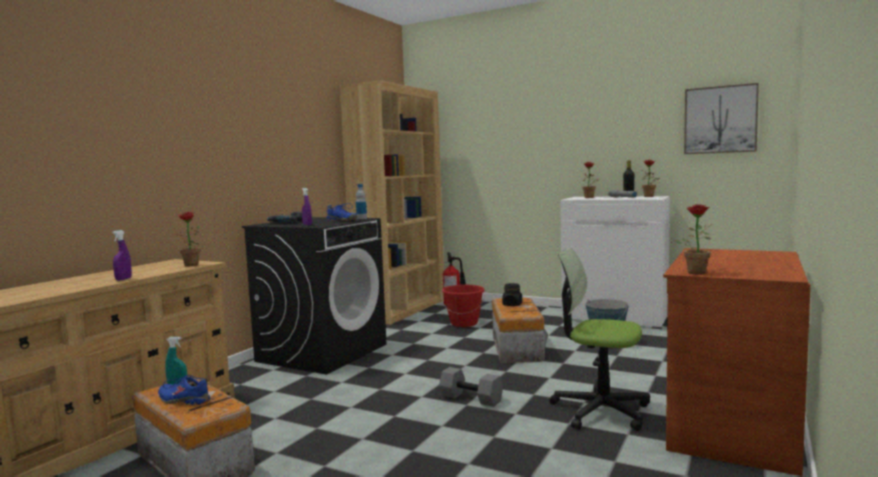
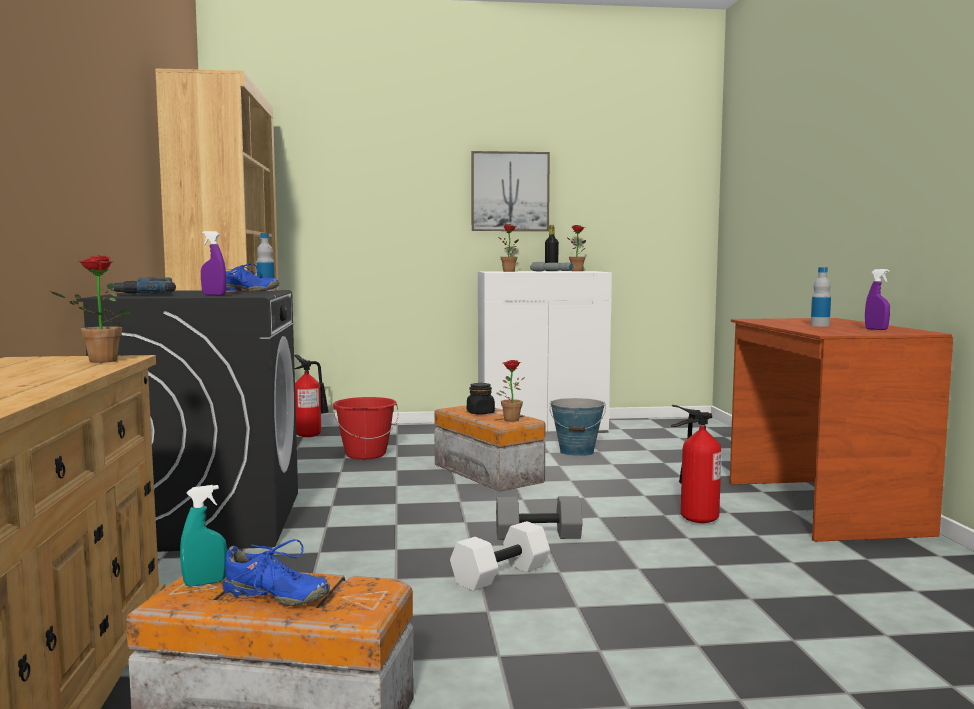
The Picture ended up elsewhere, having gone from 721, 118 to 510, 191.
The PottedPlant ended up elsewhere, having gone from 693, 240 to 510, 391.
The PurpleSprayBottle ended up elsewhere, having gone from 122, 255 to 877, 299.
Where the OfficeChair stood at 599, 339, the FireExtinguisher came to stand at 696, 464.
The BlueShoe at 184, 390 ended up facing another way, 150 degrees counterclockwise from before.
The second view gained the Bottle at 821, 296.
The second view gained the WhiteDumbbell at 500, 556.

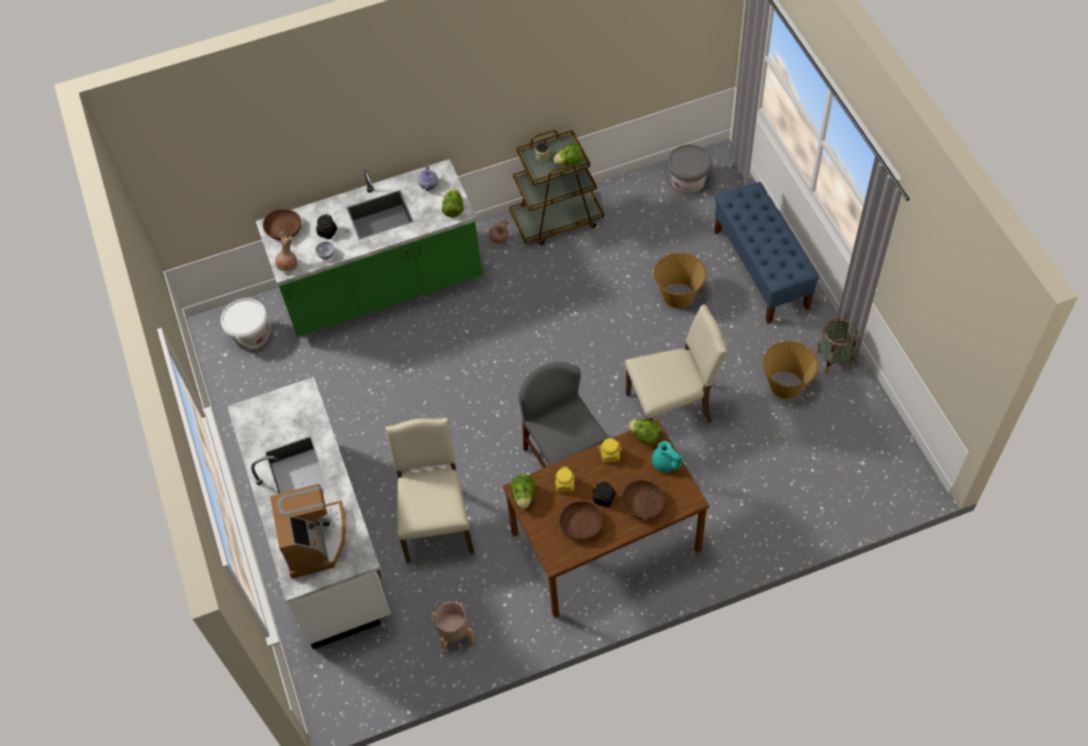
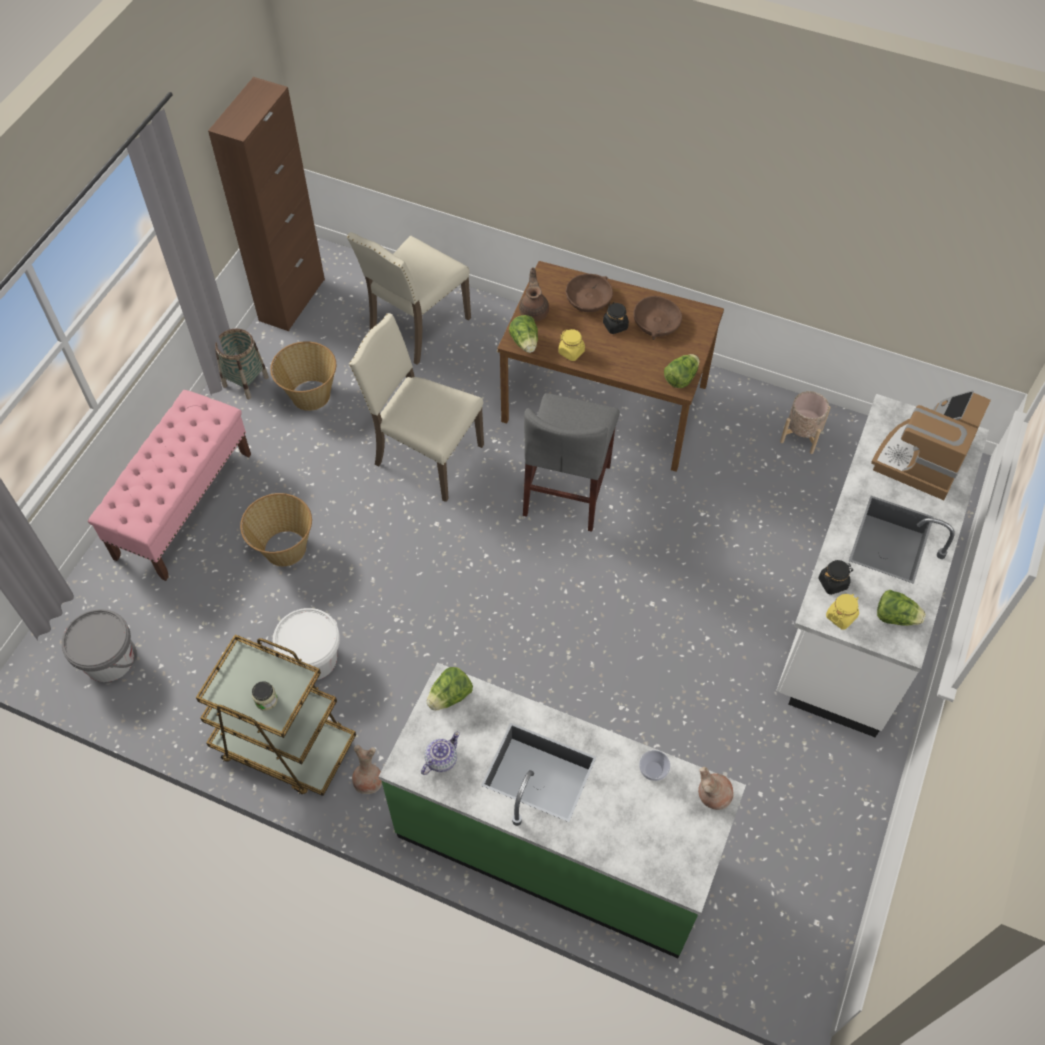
The Lettuce ended up elsewhere, having gone from 568, 154 to 901, 607.
What was the BlueBench at 766, 253 turned into the PinkBench at 169, 485.
The second view lost the BrownBowl at 282, 224.
The BlackJar ended up elsewhere, having gone from 326, 226 to 835, 577.
The WhiteBucket ended up elsewhere, having gone from 246, 324 to 306, 644.
The BeigeChair ended up elsewhere, having gone from 429, 490 to 409, 298.
What was the TurquoiseTeapot at 667, 456 turned into the BrownTeapot at 534, 294.
The YellowJar ended up elsewhere, having gone from 565, 479 to 842, 611.
The second view gained the BrownCabinet at 266, 204.

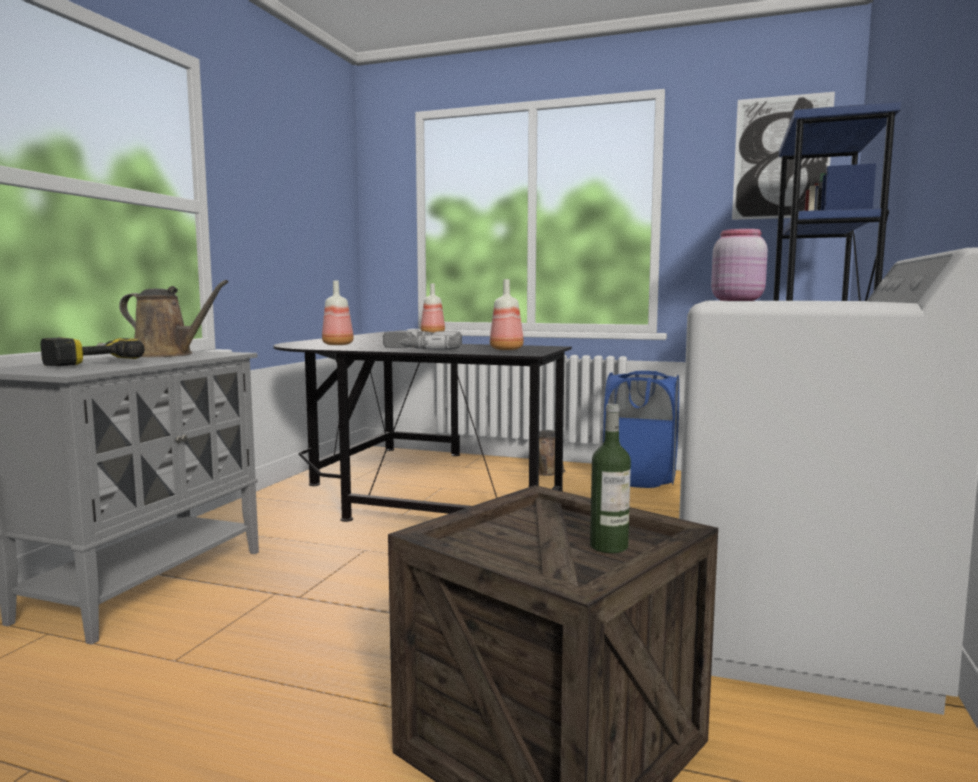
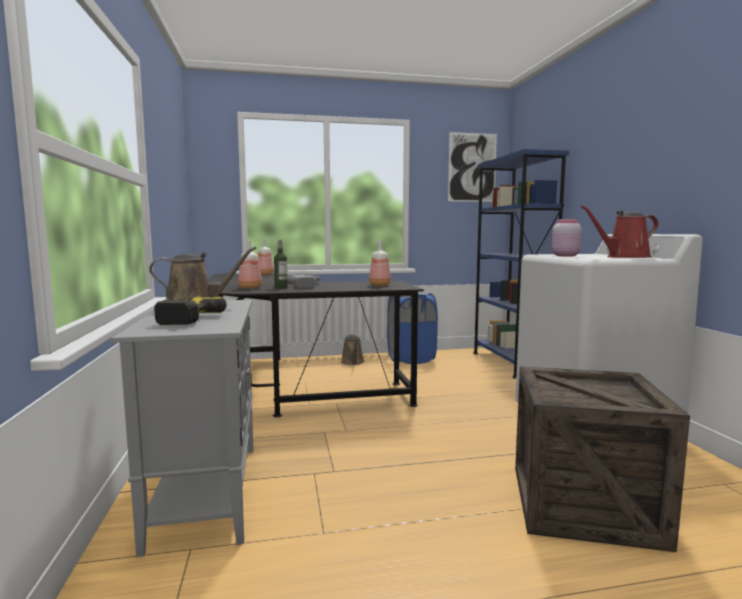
The second view lost the PowerDrill at 430, 340.
The Bottle ended up elsewhere, having gone from 610, 478 to 281, 264.
The second view gained the RedWateringCan at 620, 231.

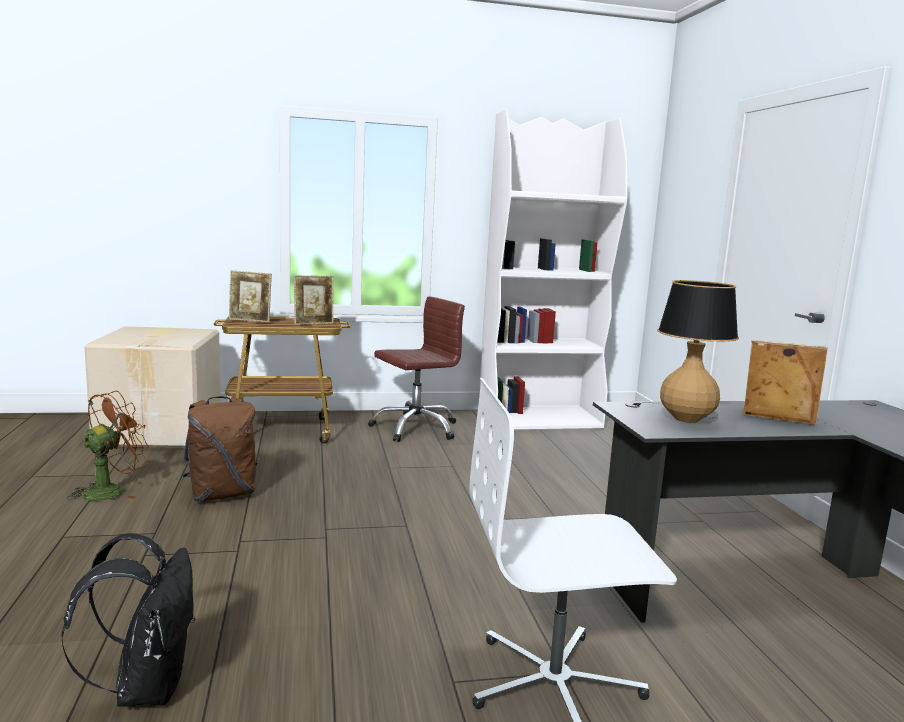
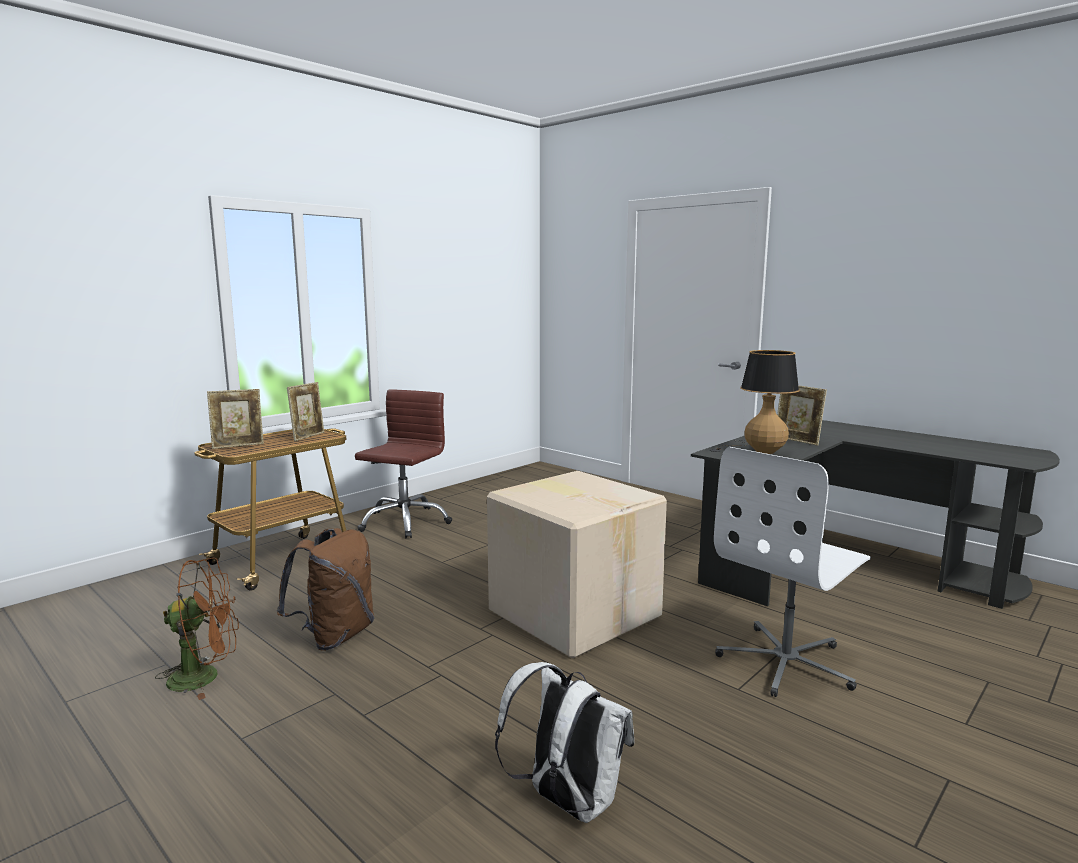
The second view lost the WhiteBookcase at 552, 269.
The CardboardBox ended up elsewhere, having gone from 152, 387 to 577, 565.
The PictureFrame at 785, 383 ended up facing another way, 120 degrees counterclockwise from before.
The BrownFan at 108, 446 ended up facing another way, 75 degrees clockwise from before.
What was the BlackBackpack at 128, 620 turned into the WhiteBackpack at 564, 742.

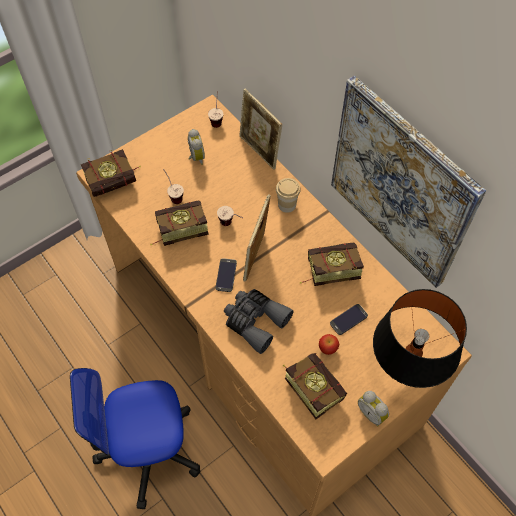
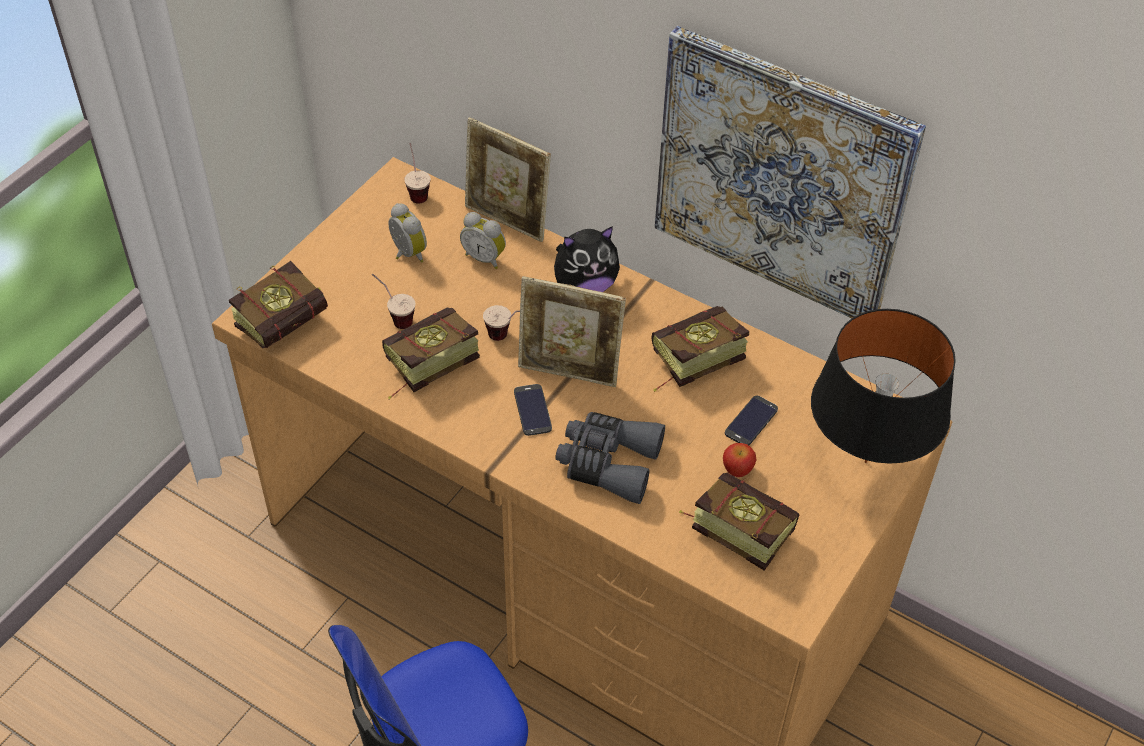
Where the Cup stood at 288, 195, the PlushToy came to stand at 587, 259.
The PictureFrame at 257, 237 ended up facing another way, 75 degrees counterclockwise from before.
The AlarmClock ended up elsewhere, having gone from 373, 409 to 483, 240.

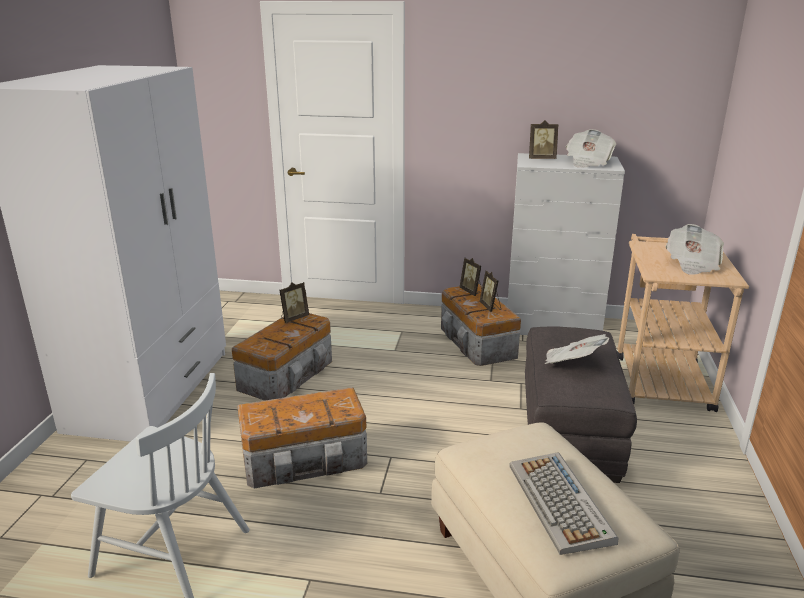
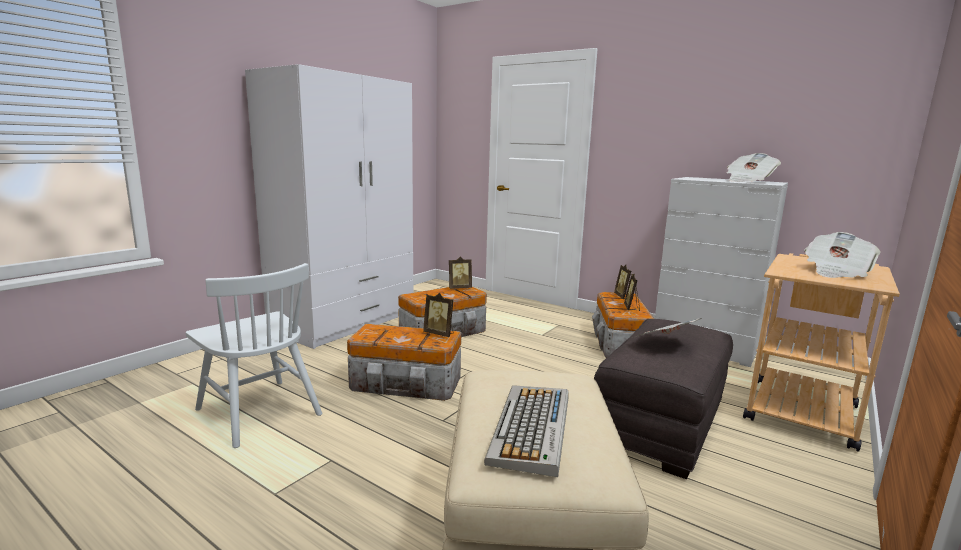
The PictureFrame ended up elsewhere, having gone from 544, 139 to 438, 315.

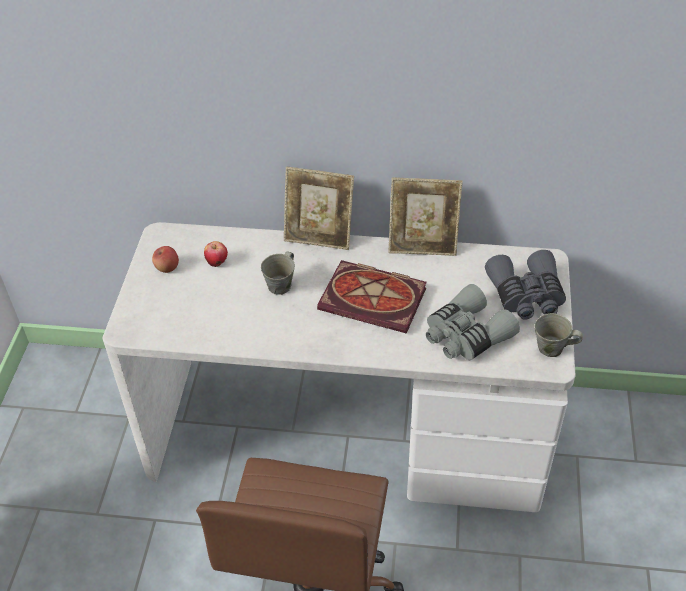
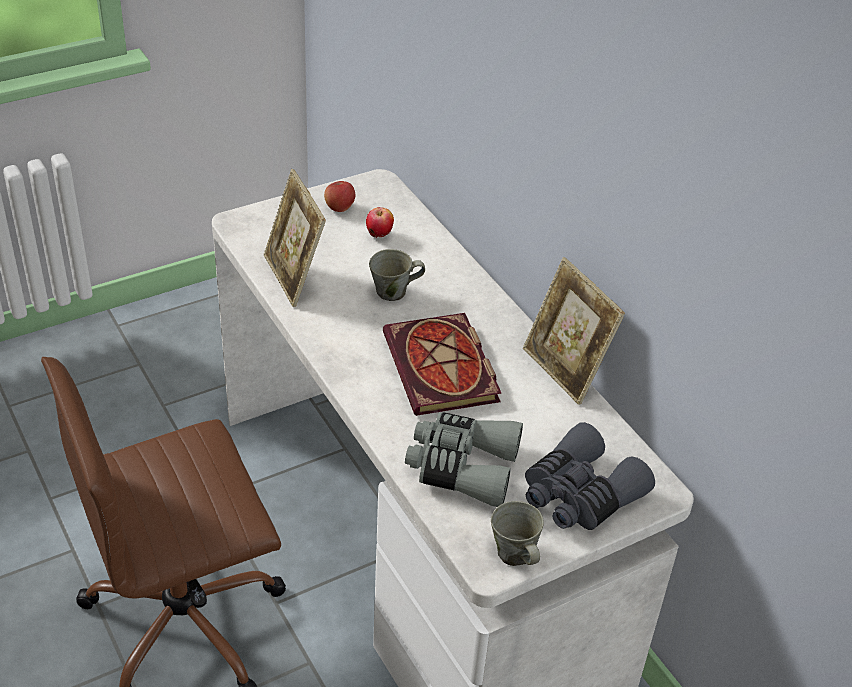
The PictureFrame ended up elsewhere, having gone from 319, 208 to 295, 238.

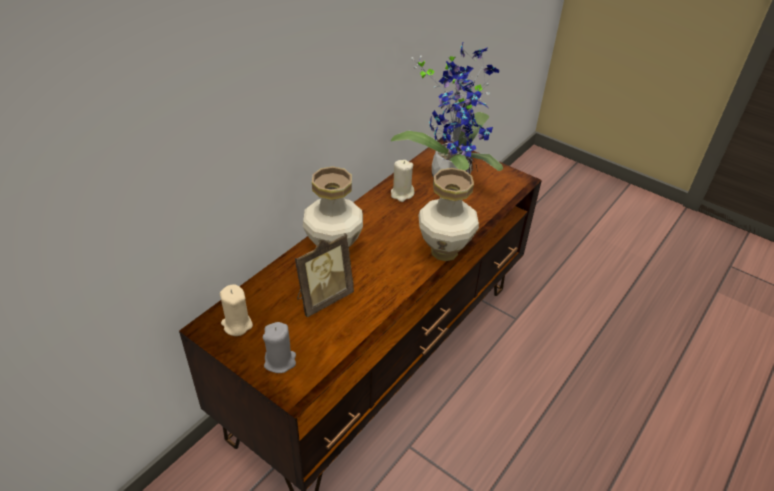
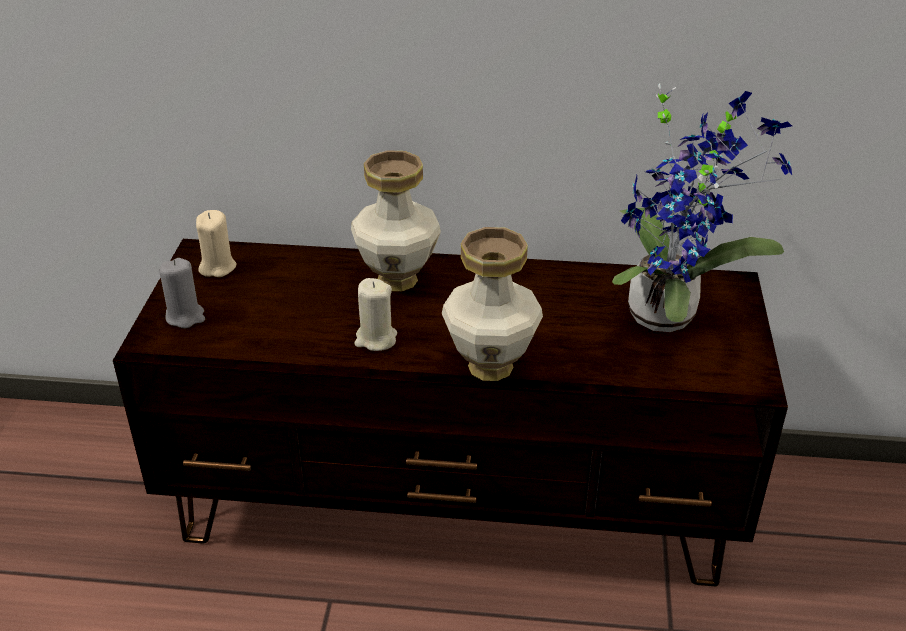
The BeigeCandle ended up elsewhere, having gone from 402, 181 to 375, 314.
The second view lost the PictureFrame at 324, 275.

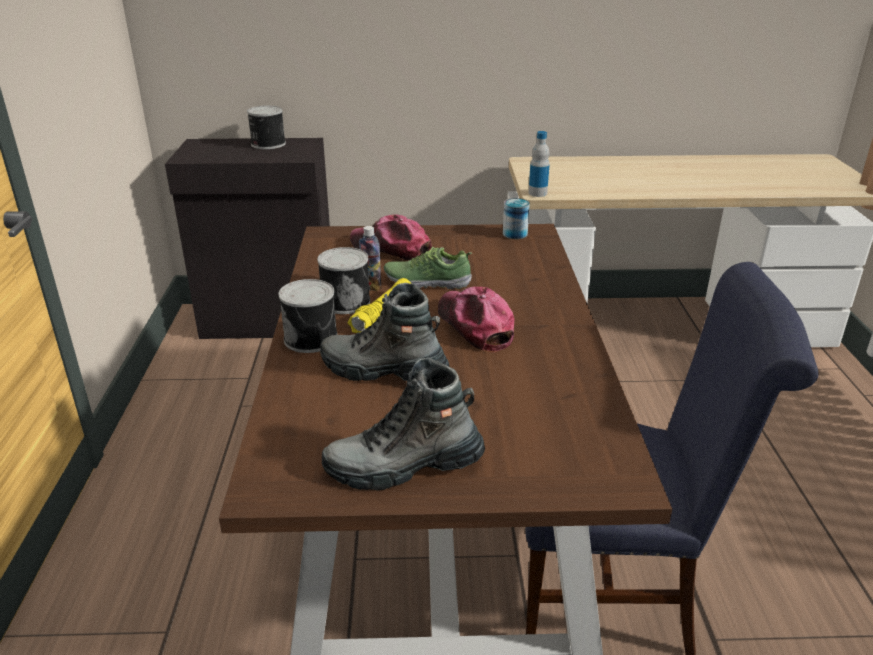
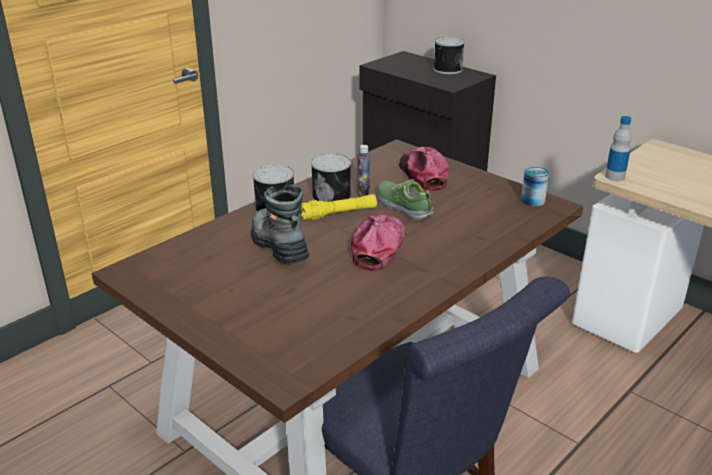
The second view lost the Boot at 403, 423.

